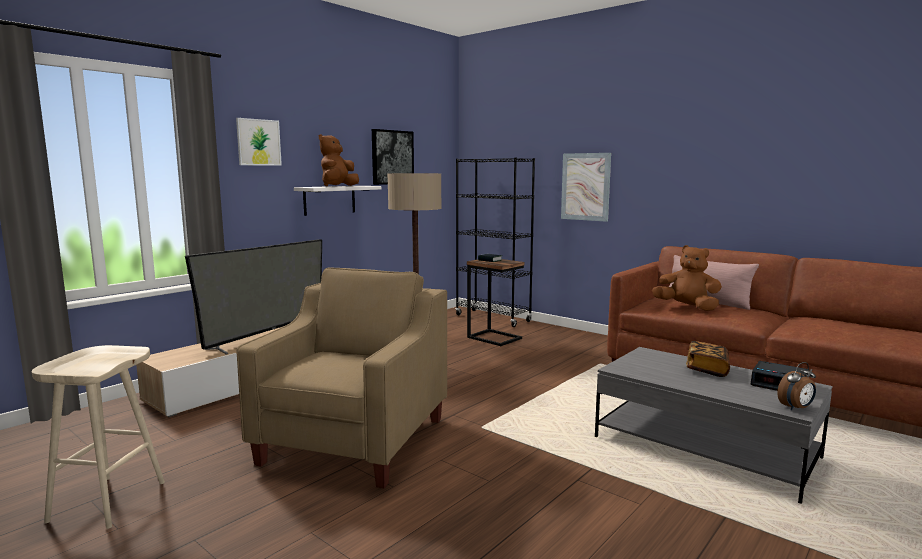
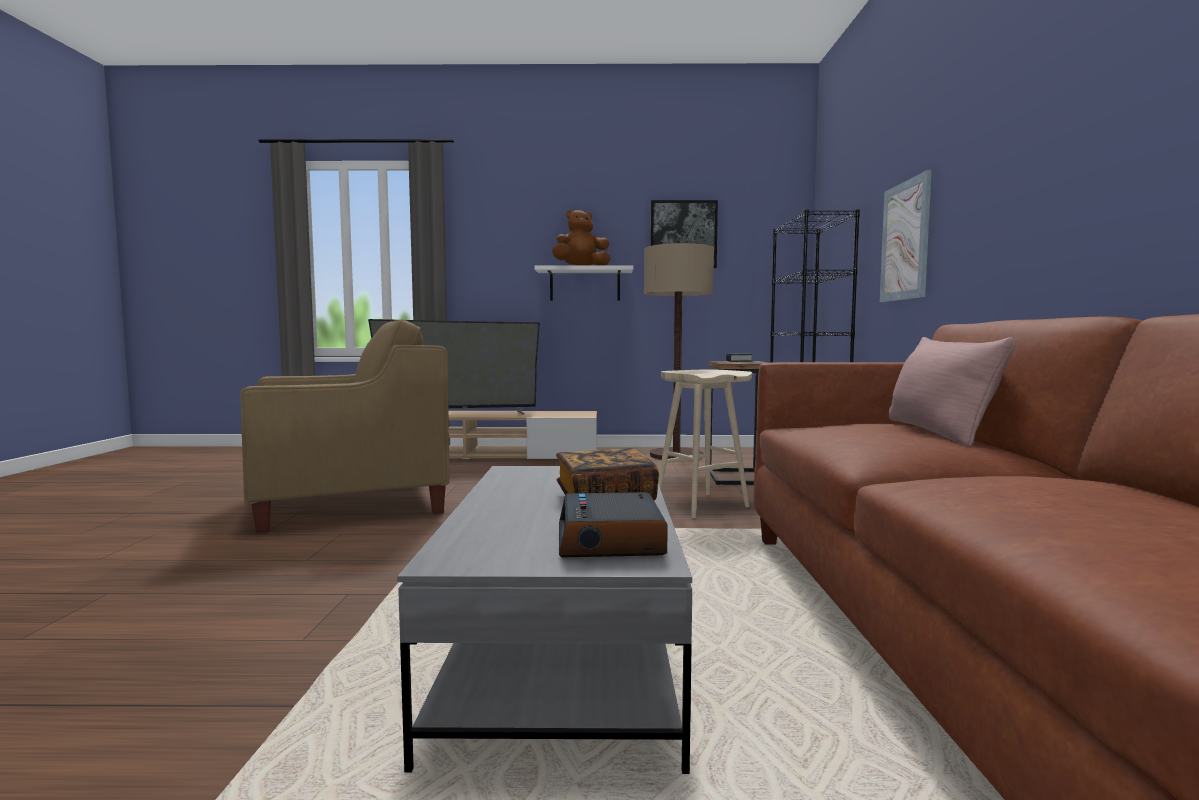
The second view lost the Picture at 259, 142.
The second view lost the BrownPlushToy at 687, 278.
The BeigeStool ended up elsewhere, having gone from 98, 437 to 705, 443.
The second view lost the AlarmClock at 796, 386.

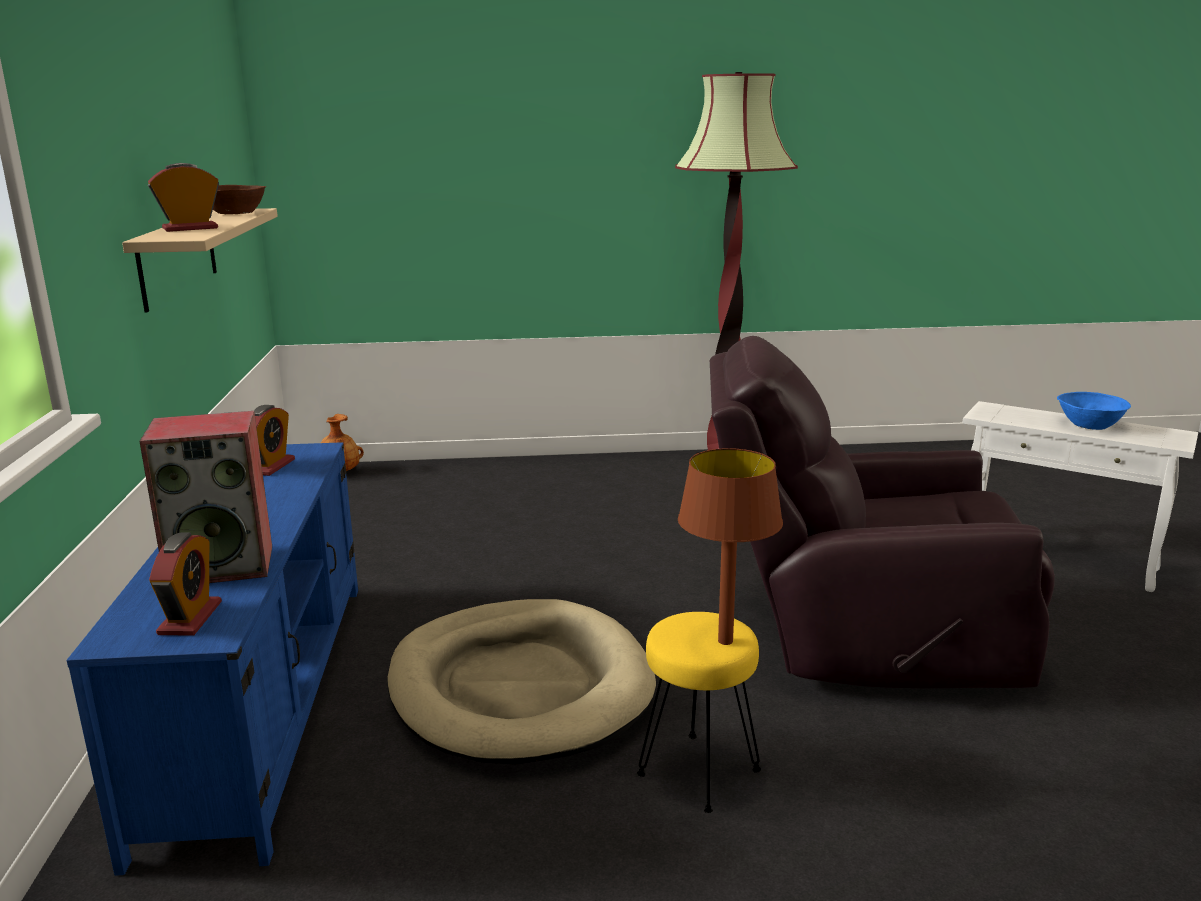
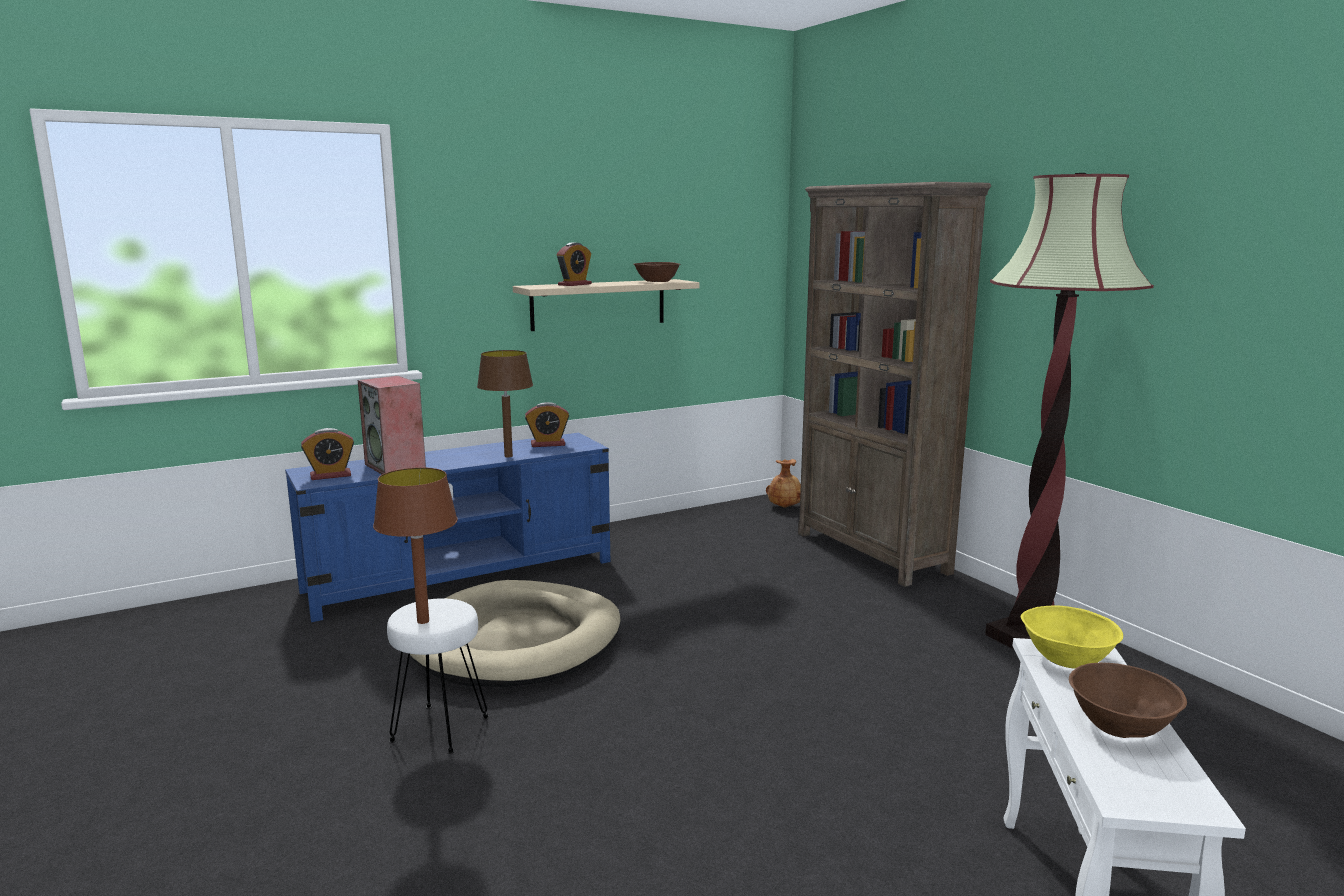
The AlarmClock at 183, 197 ended up facing another way, 90 degrees clockwise from before.
The second view lost the BrownArmchair at 882, 512.
What was the BlueBowl at 1094, 411 turned into the BrownBowl at 1128, 700.
What was the YellowStool at 699, 712 turned into the WhiteStool at 438, 676.
The second view gained the BrownBookcase at 894, 384.
The second view gained the BrownTableLamp at 505, 403.
The second view gained the YellowBowl at 1072, 637.

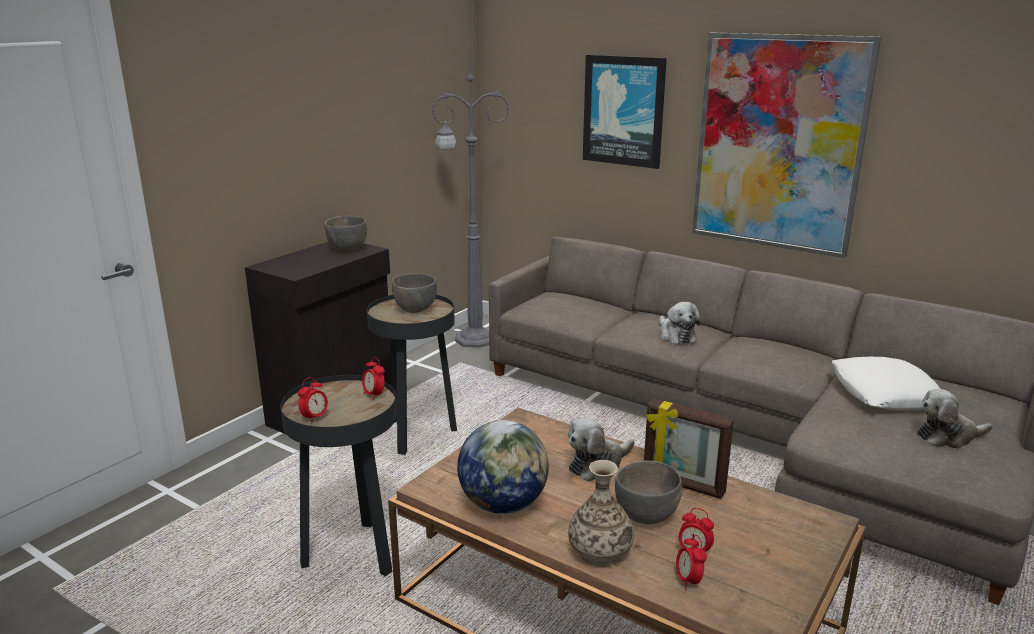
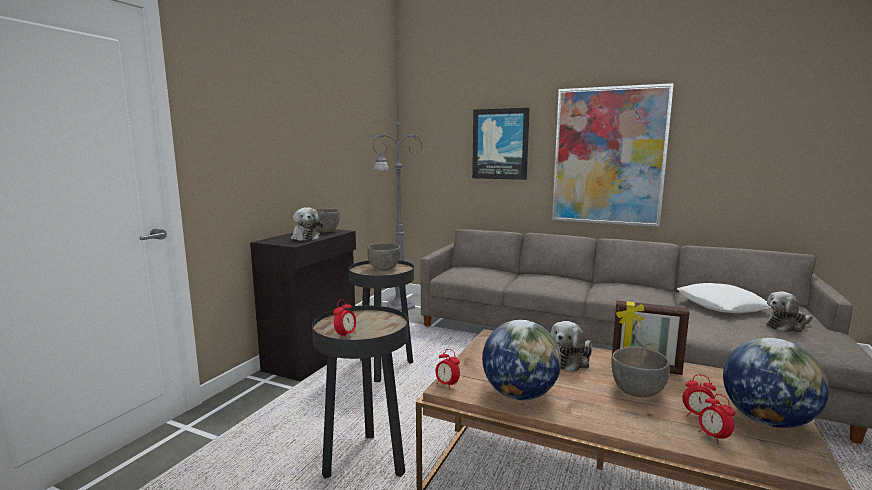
The PlushToy ended up elsewhere, having gone from 679, 323 to 307, 224.
The AlarmClock ended up elsewhere, having gone from 373, 378 to 447, 369.
The second view lost the Vase at 601, 513.
The second view gained the Globe at 776, 383.

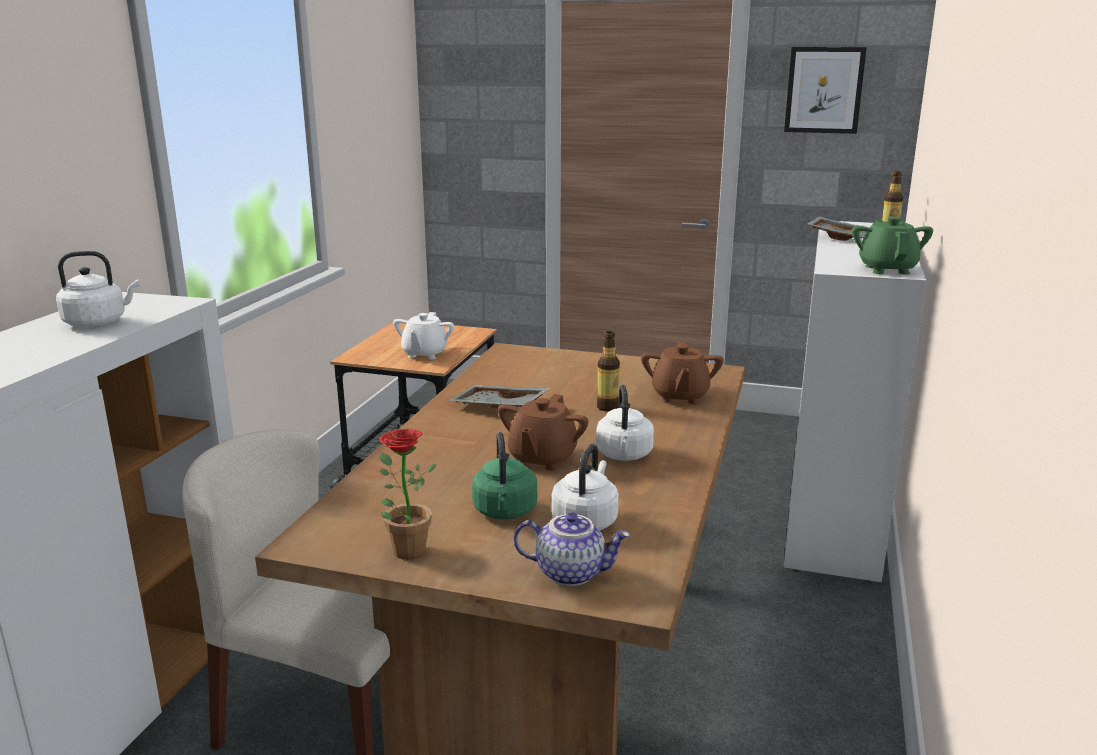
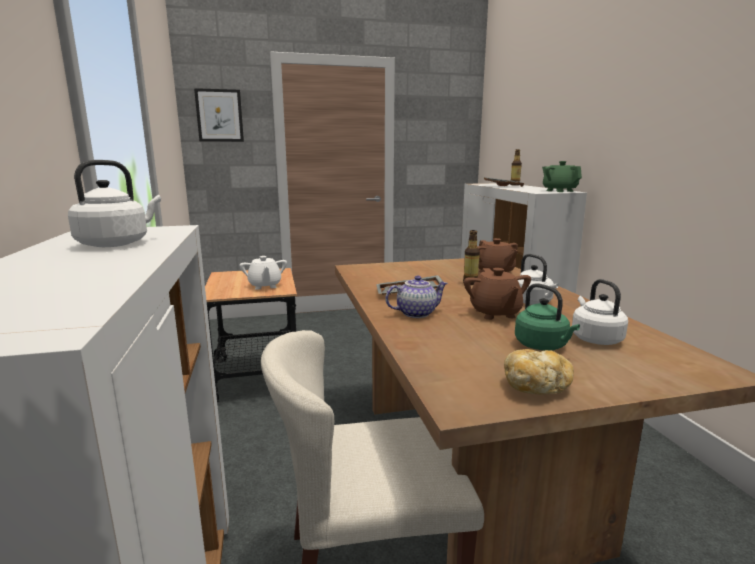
The Picture ended up elsewhere, having gone from 825, 90 to 219, 115.
Where the PottedPlant stood at 408, 494, the Bread came to stand at 539, 371.
The Teapot ended up elsewhere, having gone from 572, 549 to 416, 296.

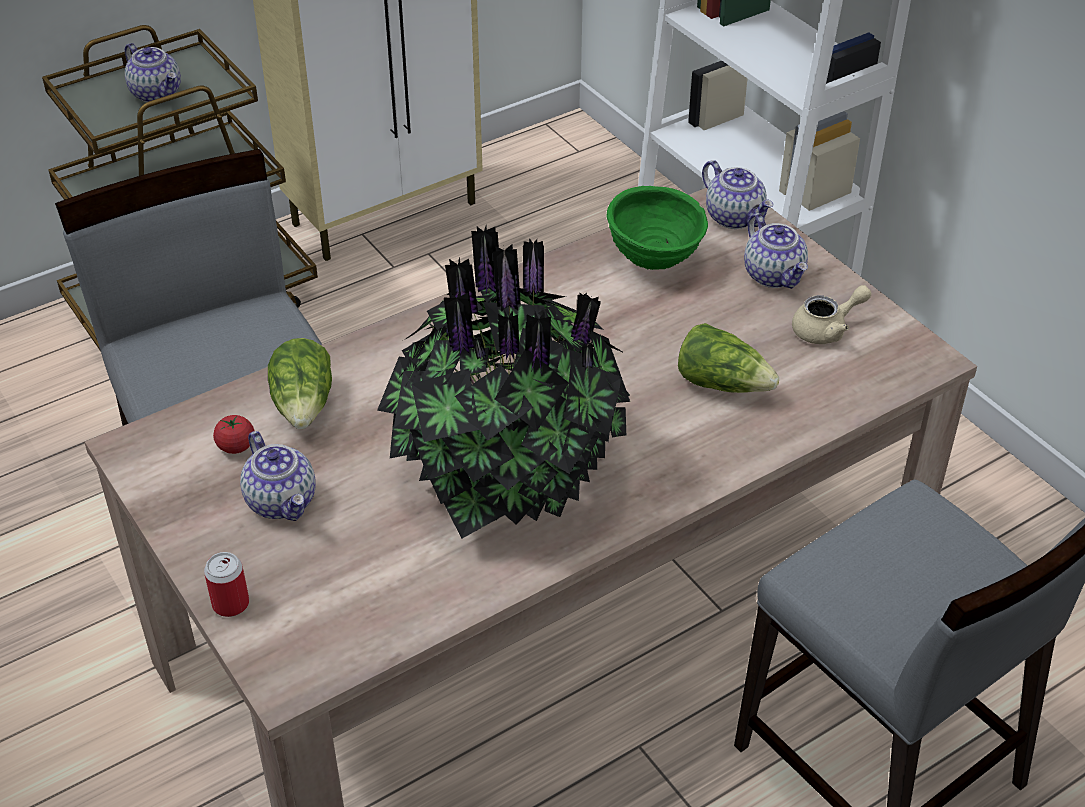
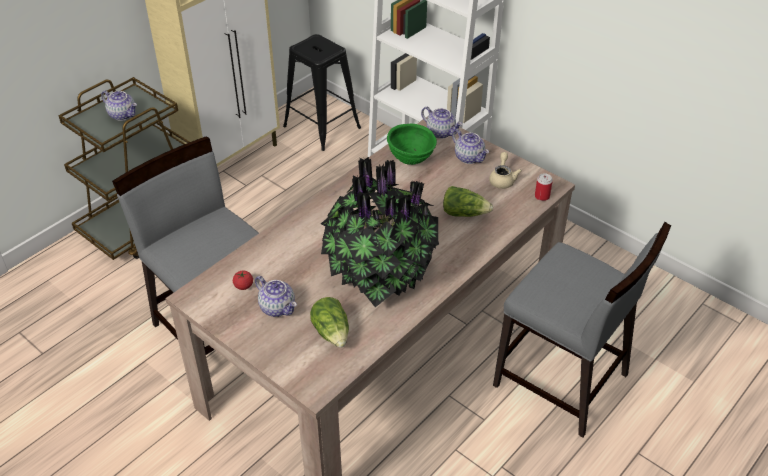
The BeigeTeapot at 831, 314 ended up facing another way, 45 degrees counterclockwise from before.
The Lettuce ended up elsewhere, having gone from 300, 383 to 329, 322.
The Can ended up elsewhere, having gone from 226, 584 to 544, 187.
The second view gained the BlackStool at 322, 92.

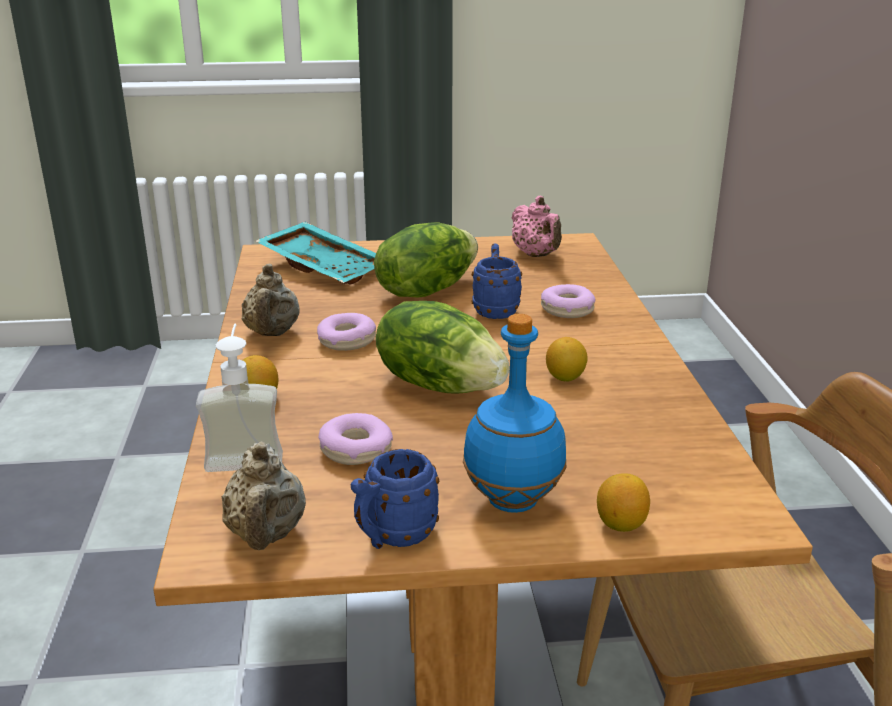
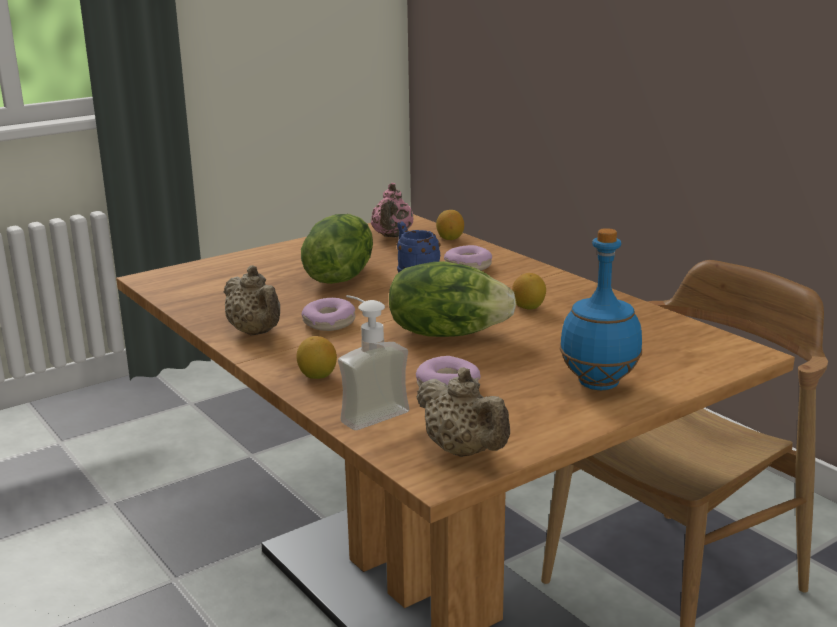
The PinkTeapot at 536, 226 ended up facing another way, 60 degrees clockwise from before.
The second view lost the TurquoiseTray at 316, 253.
The second view lost the BlueMug at 395, 499.
The Lemon ended up elsewhere, having gone from 623, 502 to 450, 225.

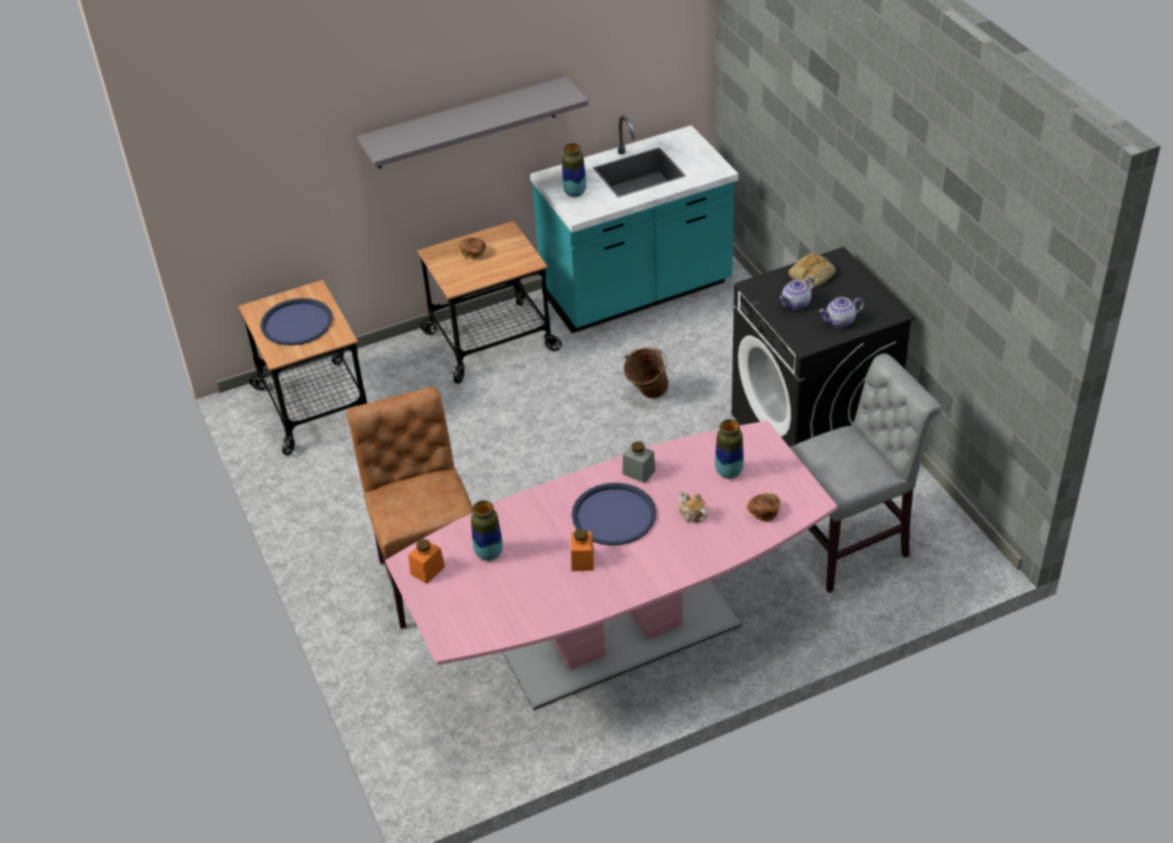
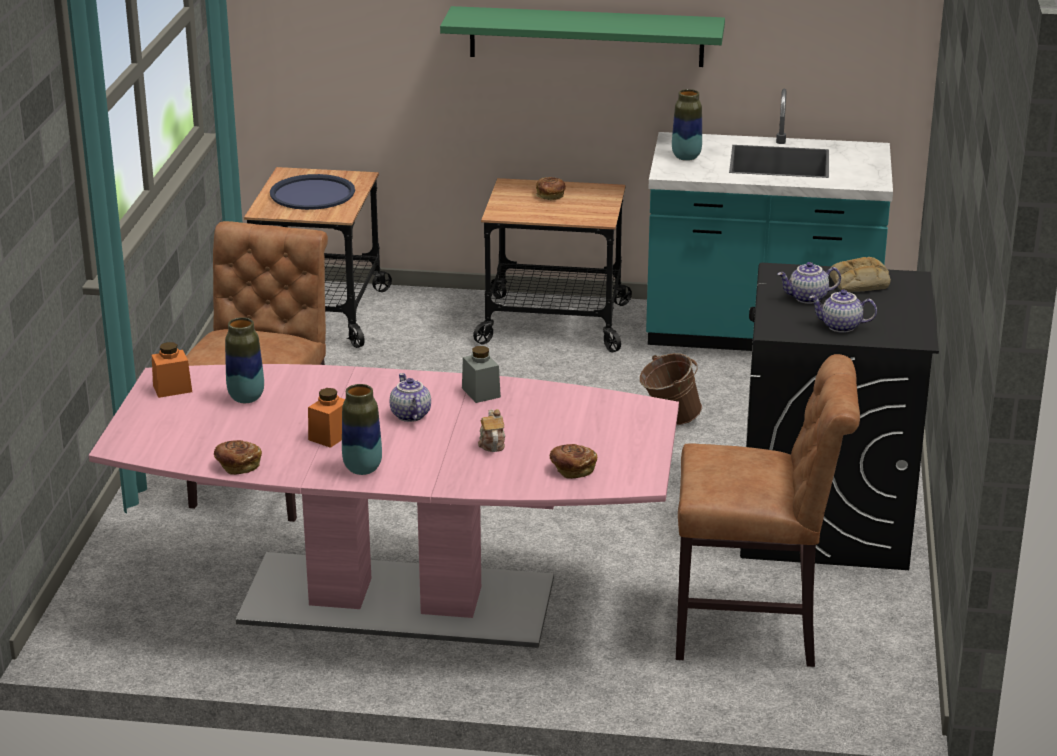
What was the GreyShelf at 473, 122 turned into the GreenShelf at 582, 36.
What was the GreyChair at 866, 473 turned into the BrownChair at 768, 510.
The Vase ended up elsewhere, having gone from 729, 449 to 362, 429.
Where the BlueTray stood at 614, 514, the Teapot came to stand at 410, 397.
The second view gained the Bread at 238, 457.

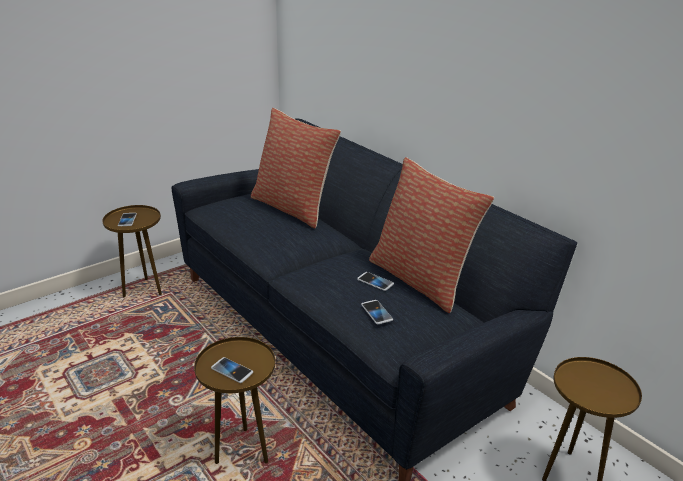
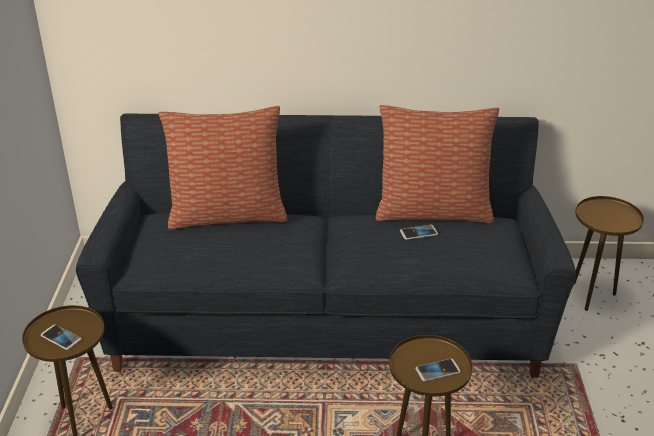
The second view lost the Phone at 377, 312.

